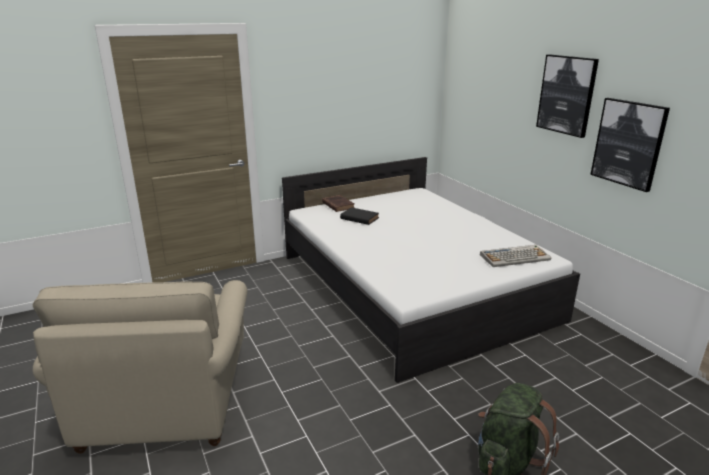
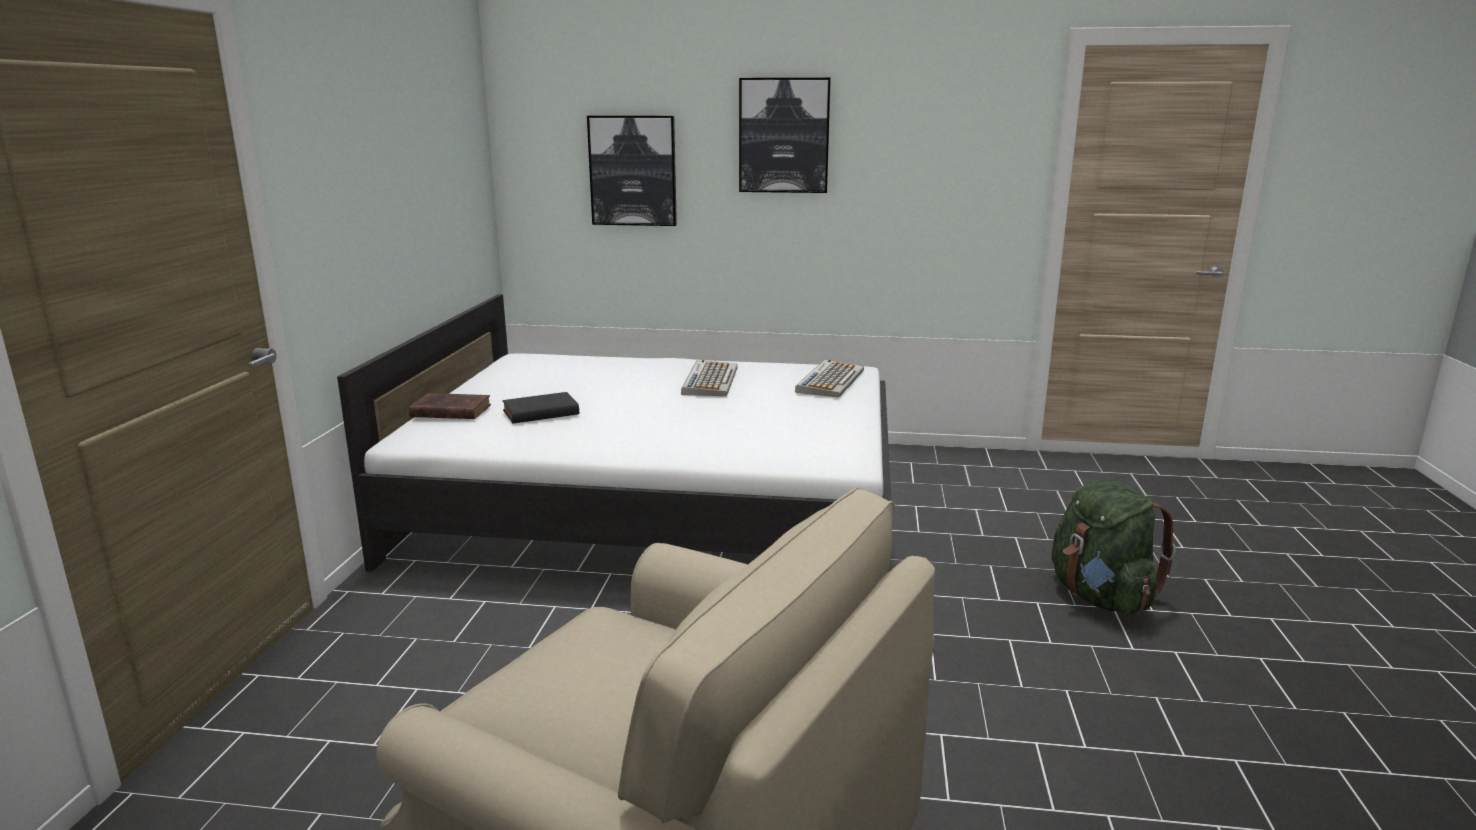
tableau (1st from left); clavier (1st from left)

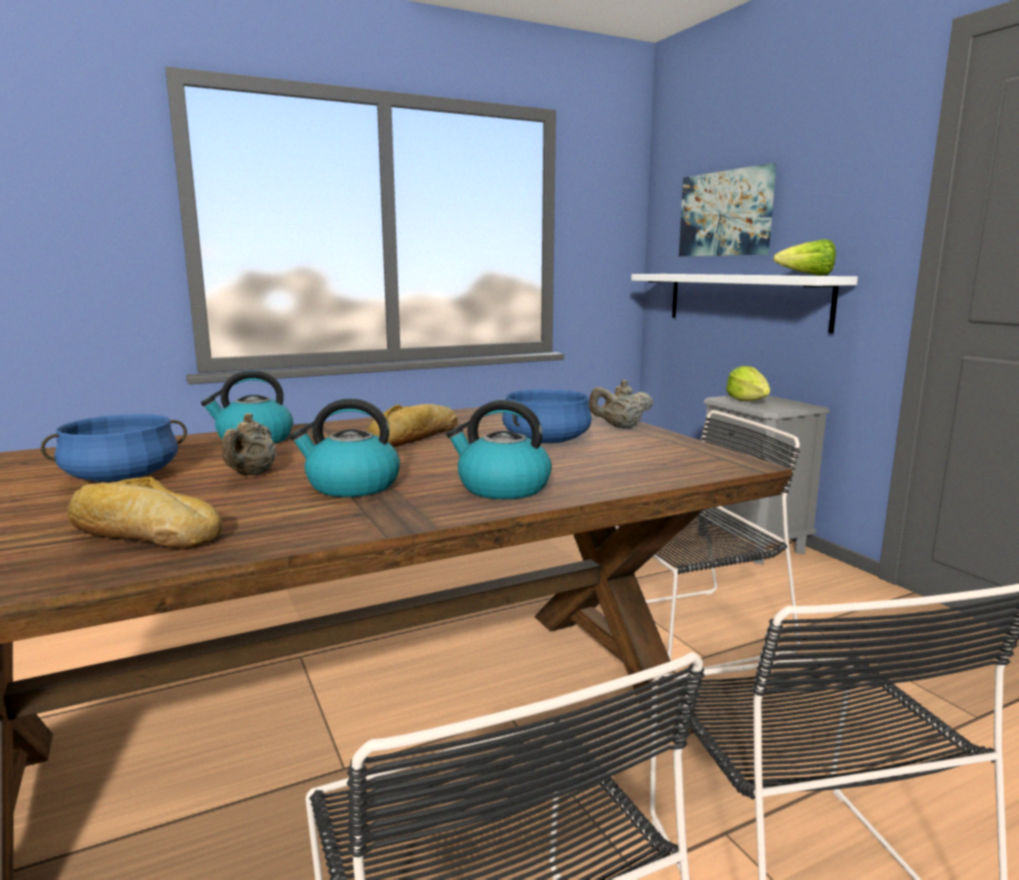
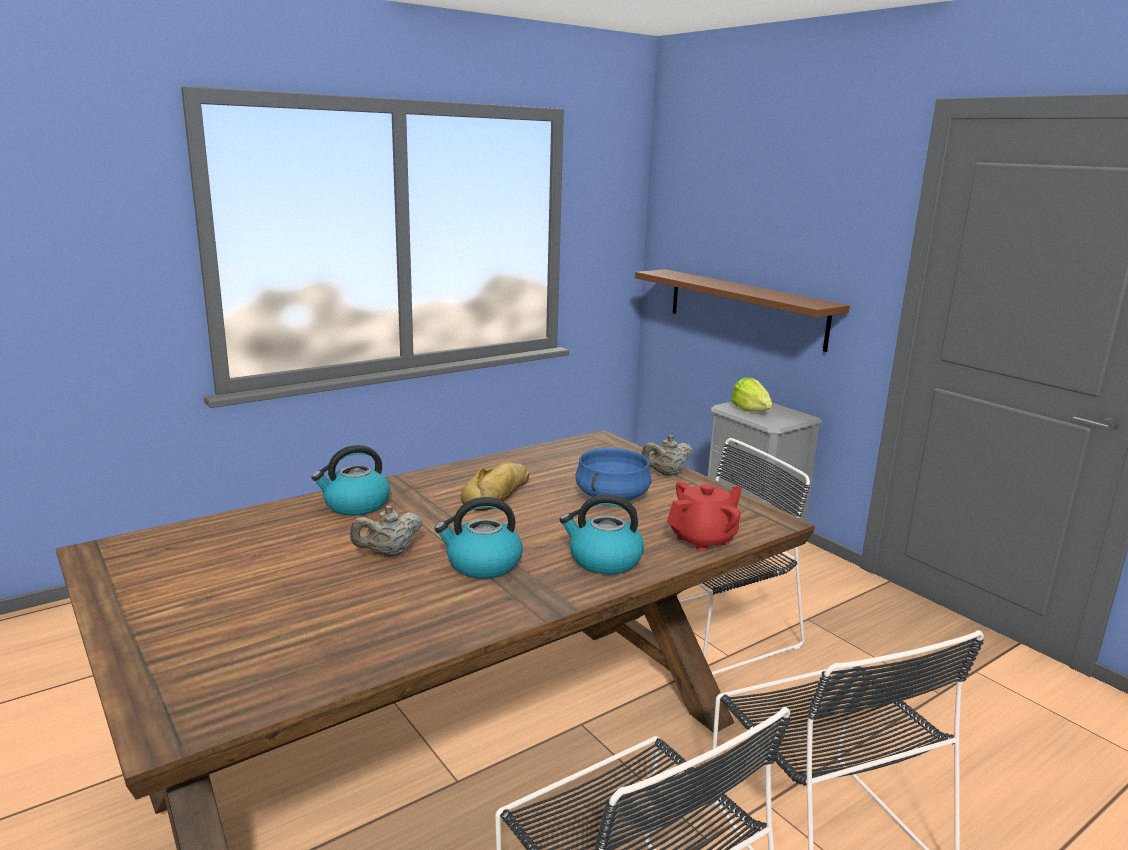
tableau; laitue (2nd from left in the first image); étagère/marron; théière/beige (1st from left); marmite/bleu (1st from left in the first image); pain (1st from left in the first image); théière/rouge

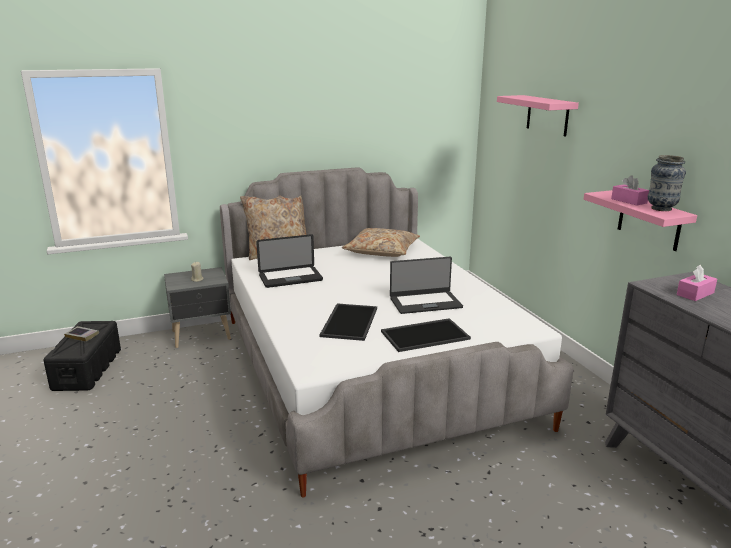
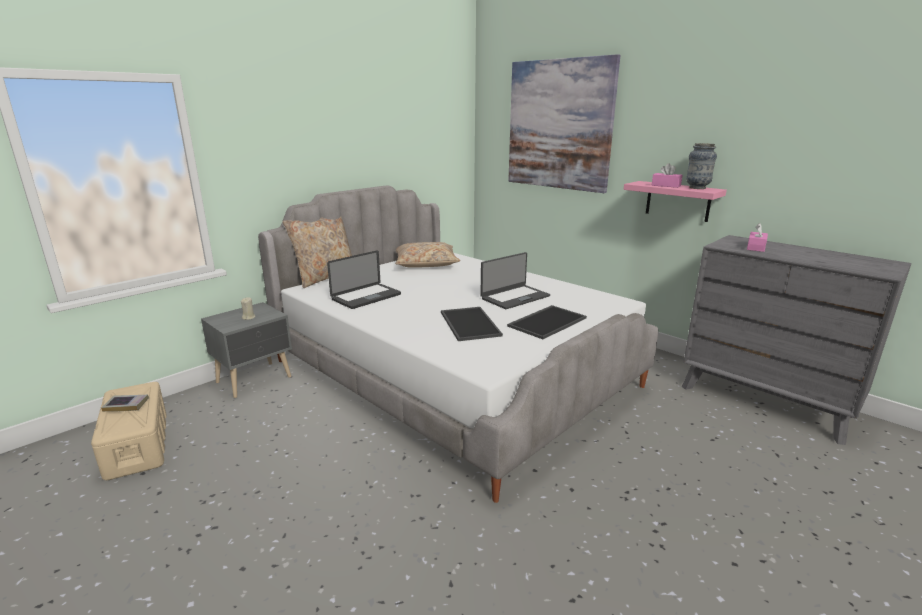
tableau; boîte de rangement/beige

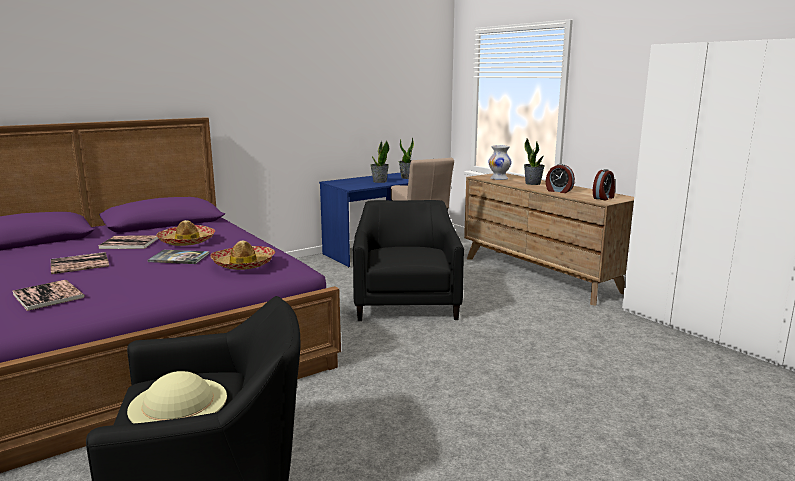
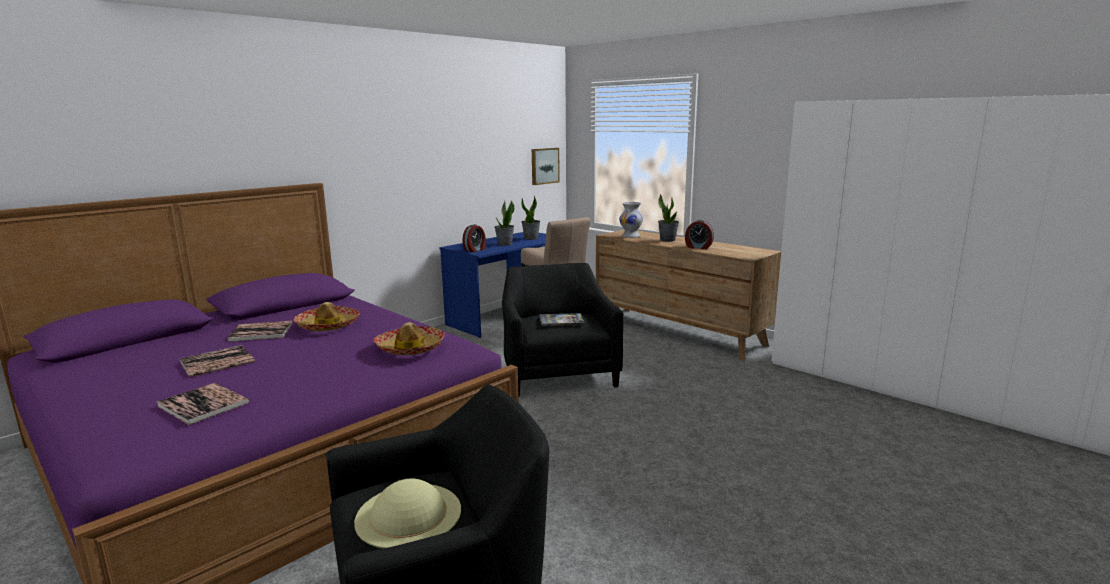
réveil (1st from left); livre (4th from left); tableau

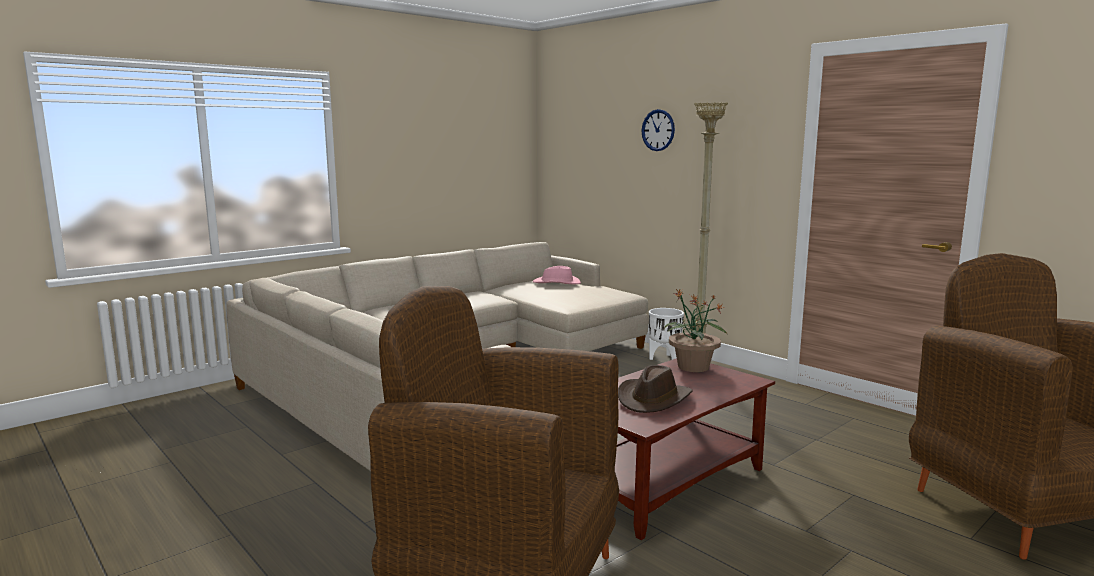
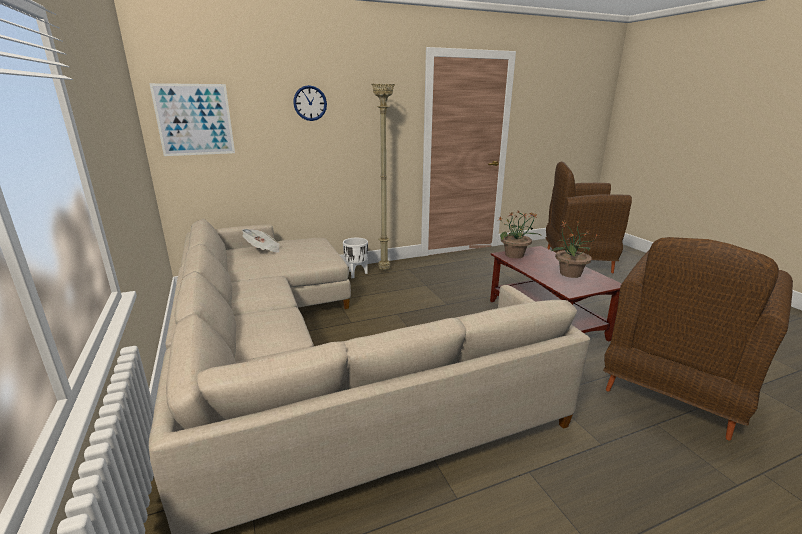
journal; plante en pot (2nd from left); tableau

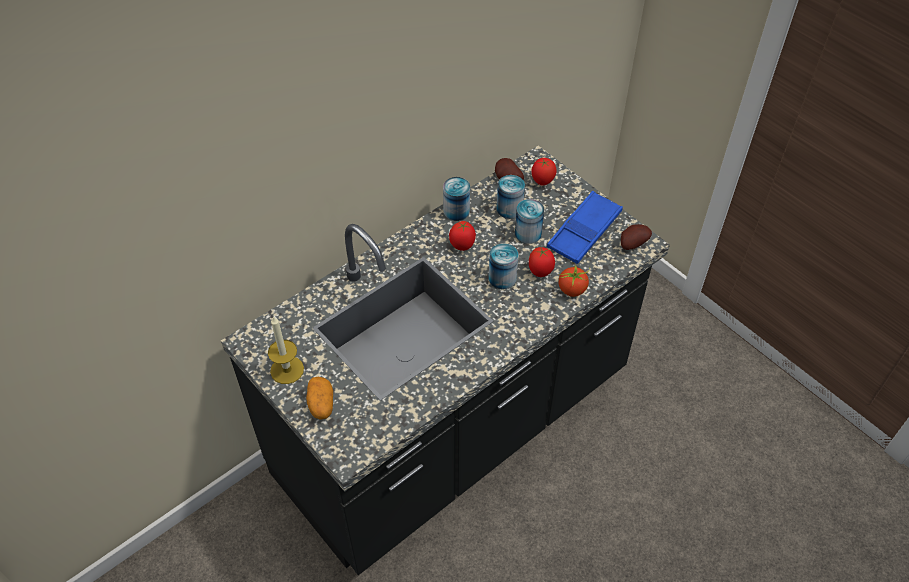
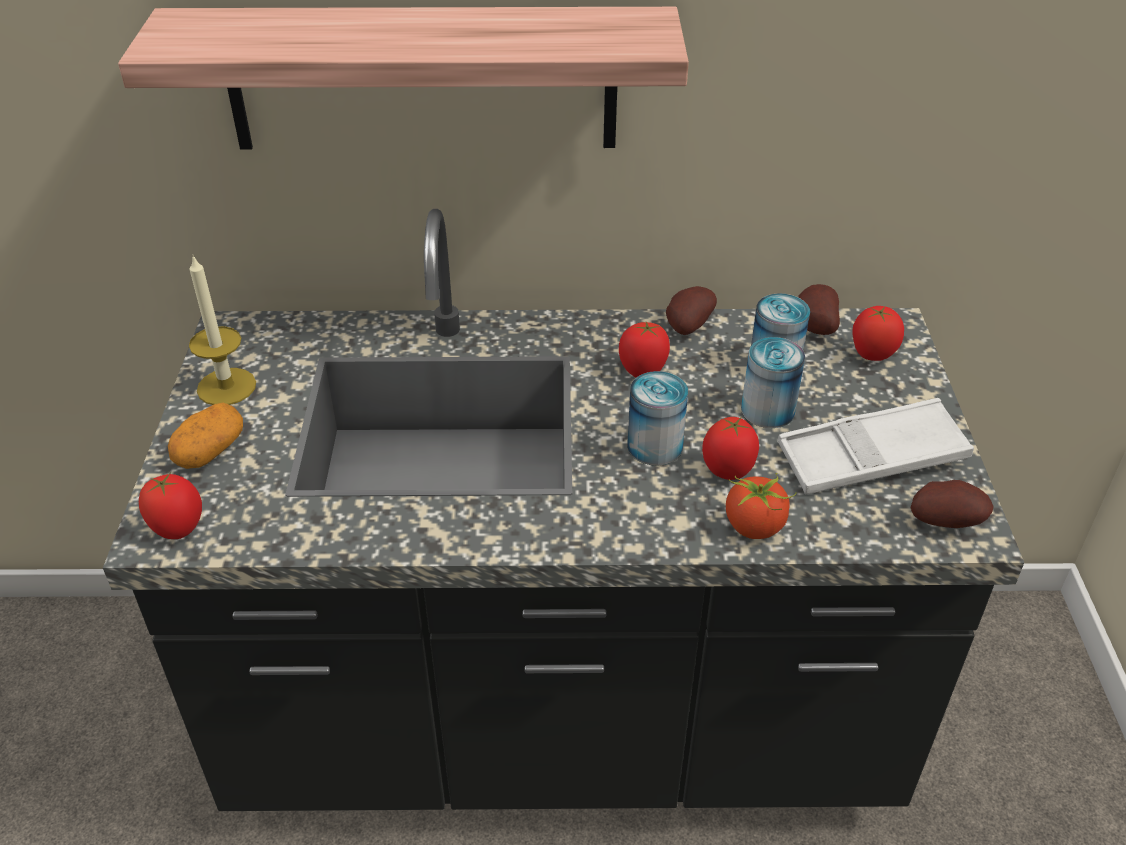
pomme de terre (2nd from left); plateau/blanc; étagère; tomate (1st from left)

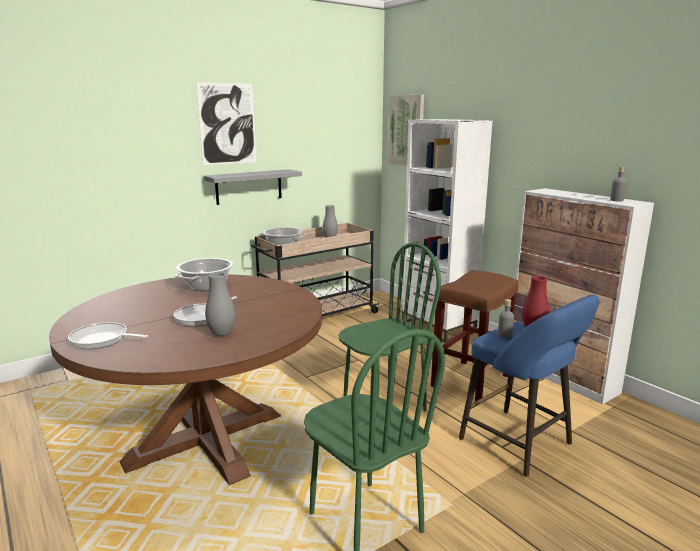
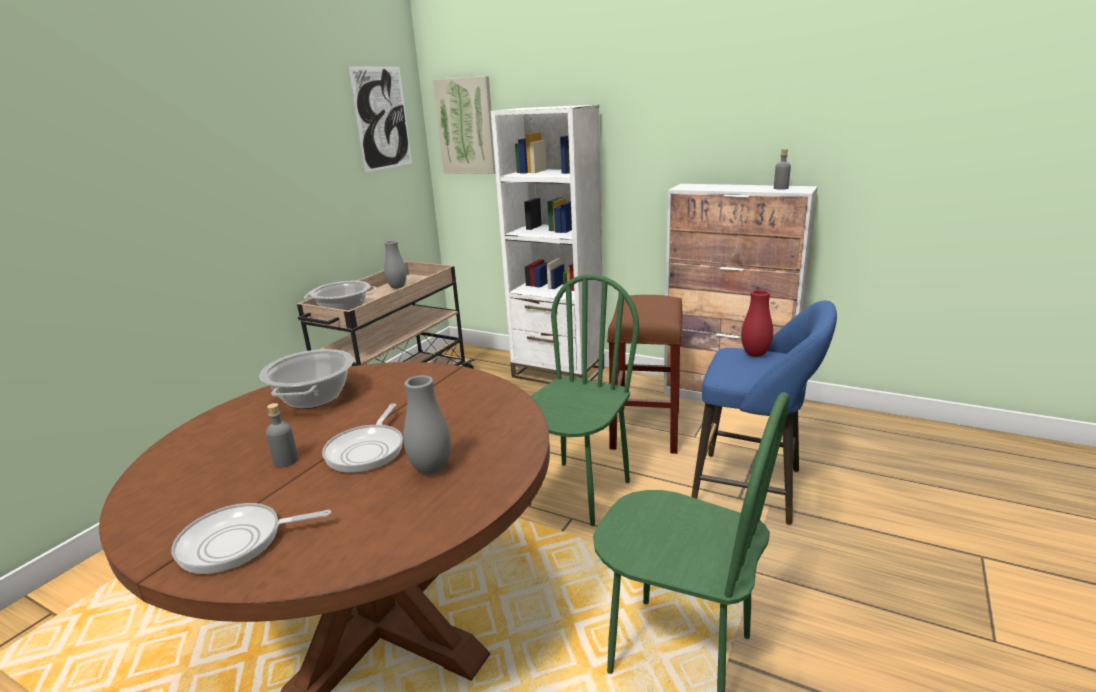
tableau (1st from left); étagère/gris; bouteille/gris (1st from left)

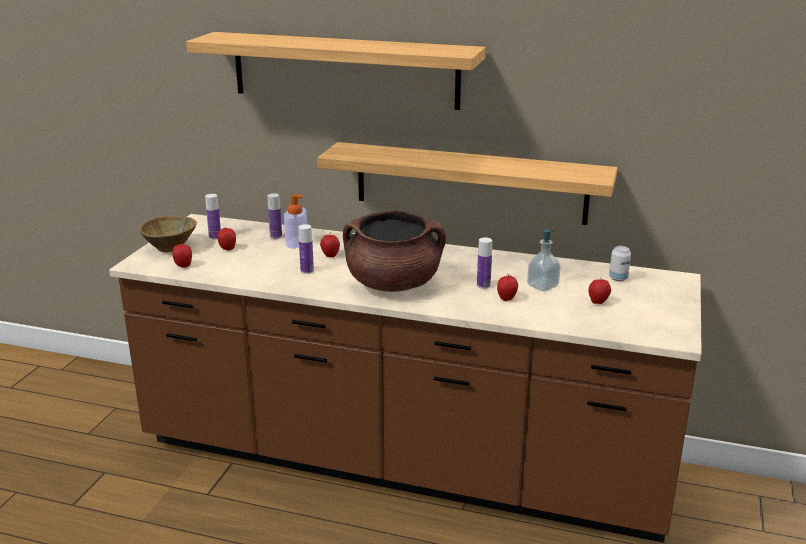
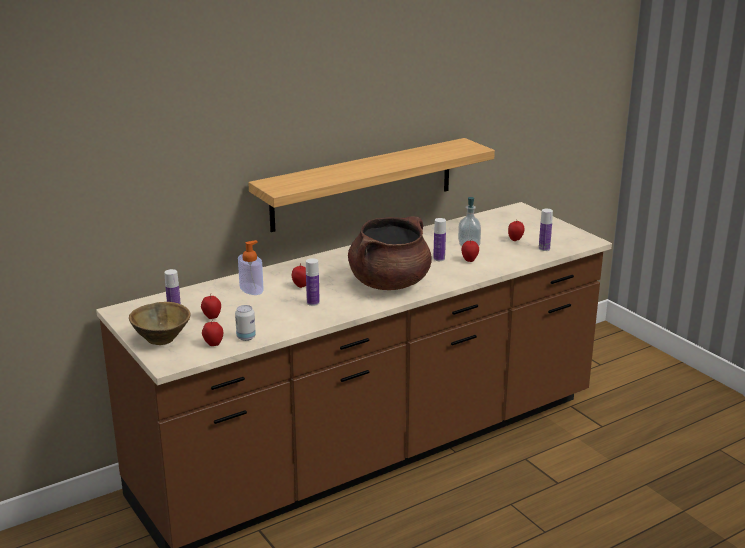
étagère (1st from left in the first image); bouteille (4th from left); boîte métallique

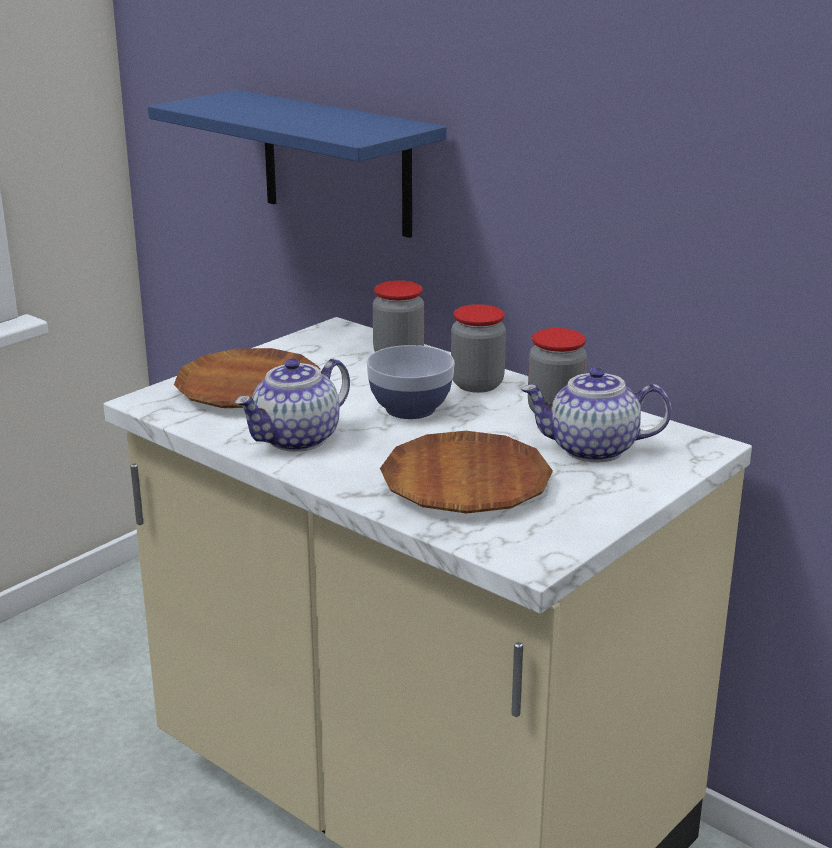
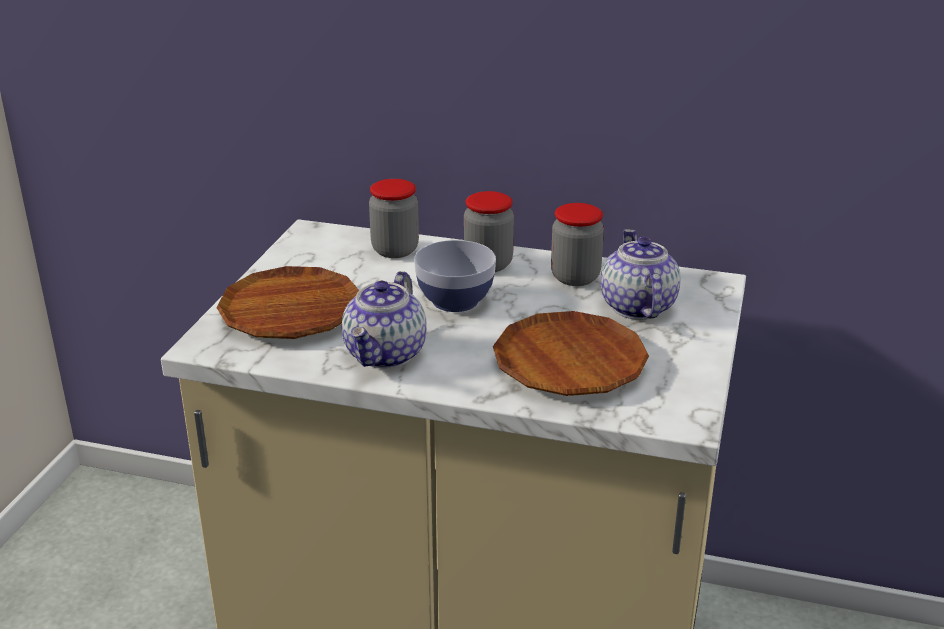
étagère/bleu; théière (2nd from left)

